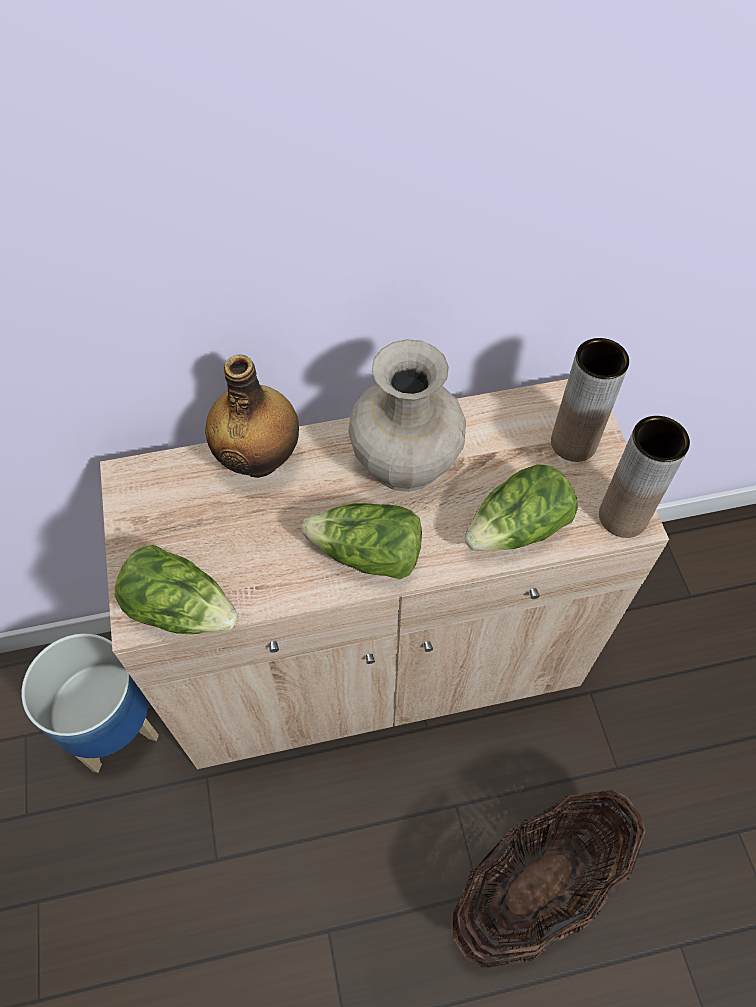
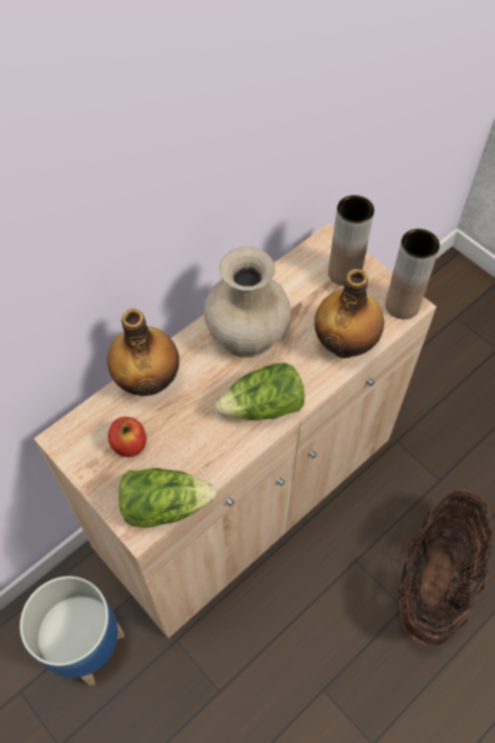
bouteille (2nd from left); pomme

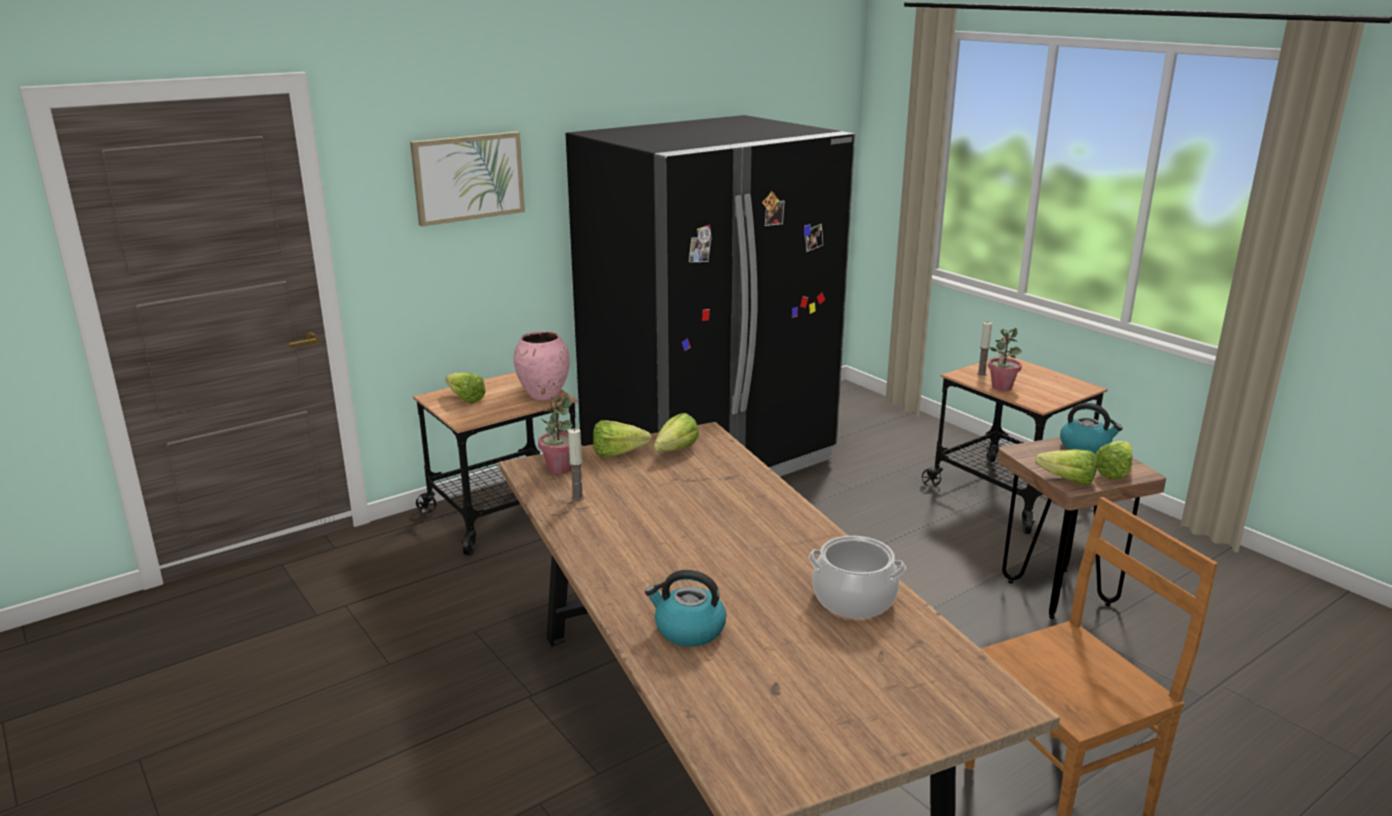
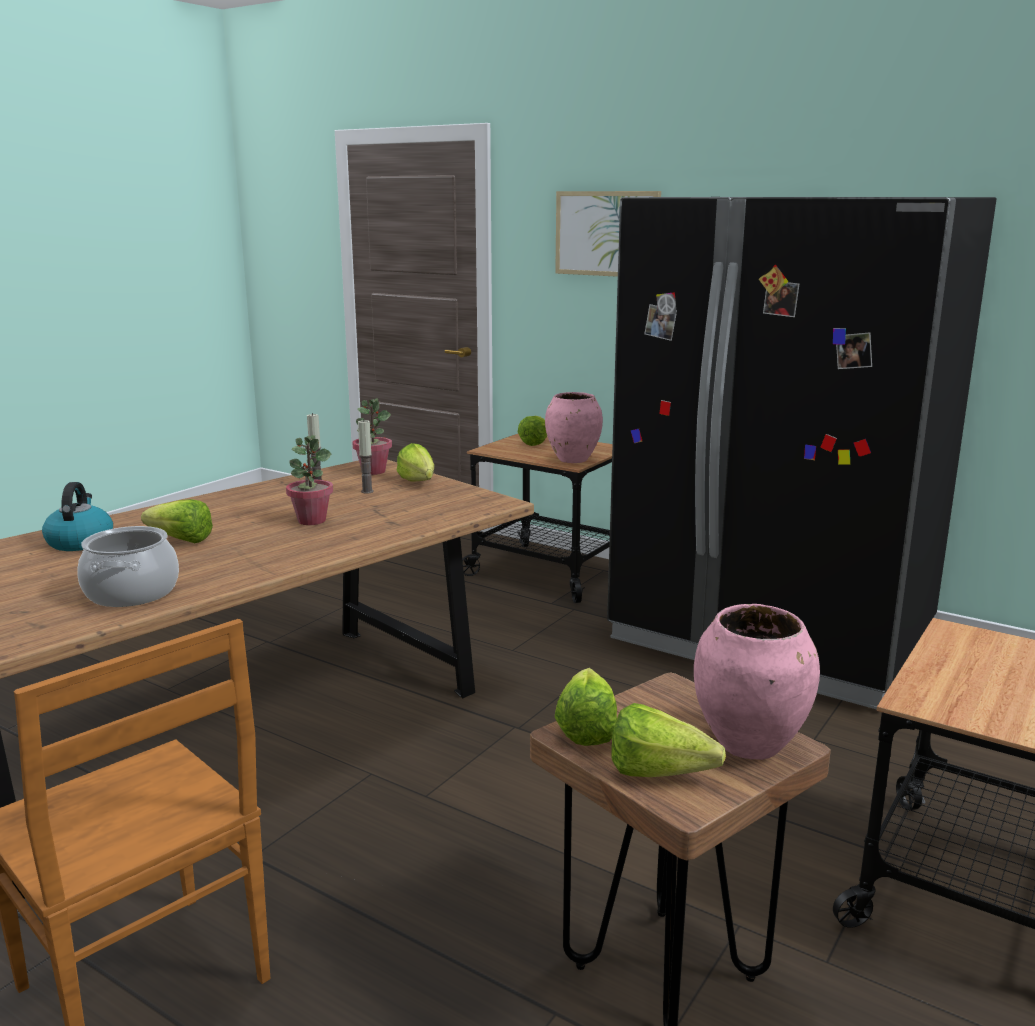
bougie (2nd from left); plante en pot (1st from left); vase/rose (2nd from left); laitue (1st from left)

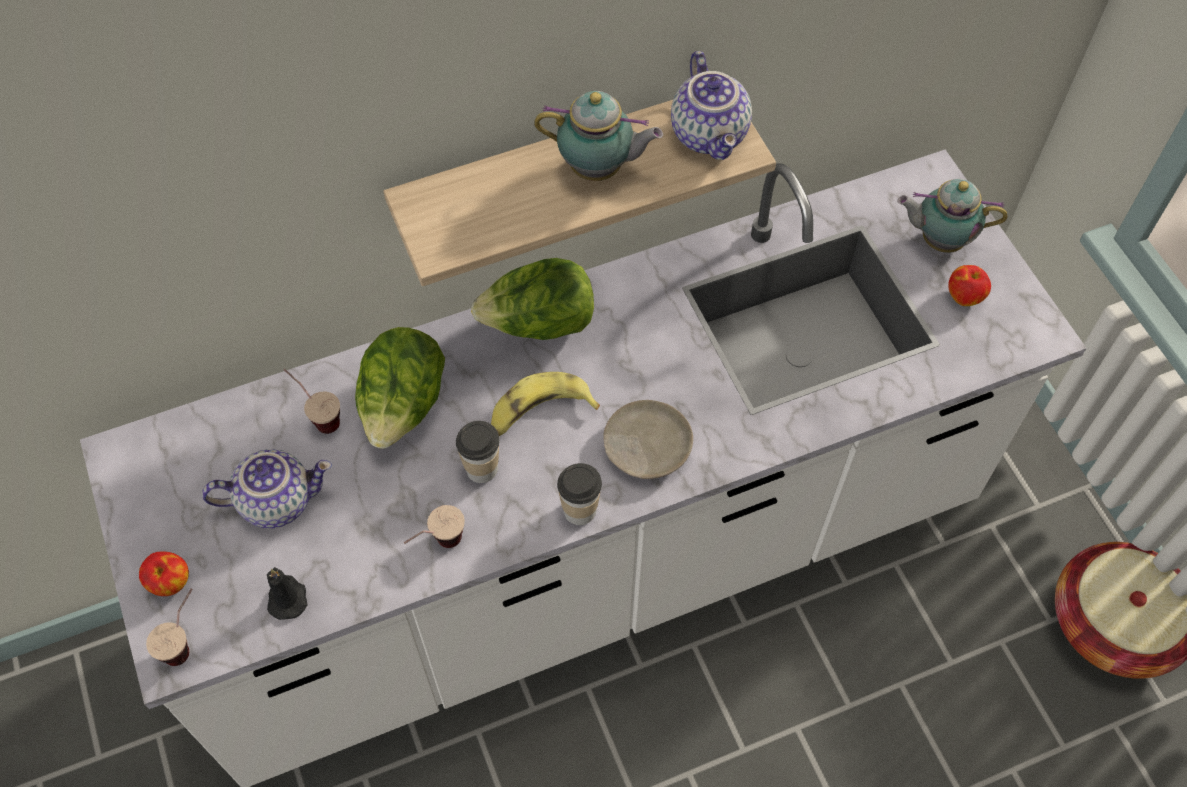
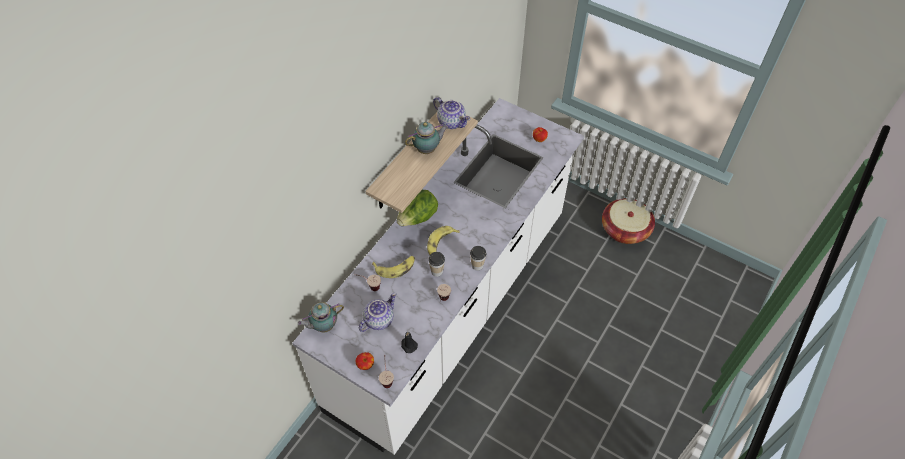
théière (1st from left); banane (1st from left); assiette/beige

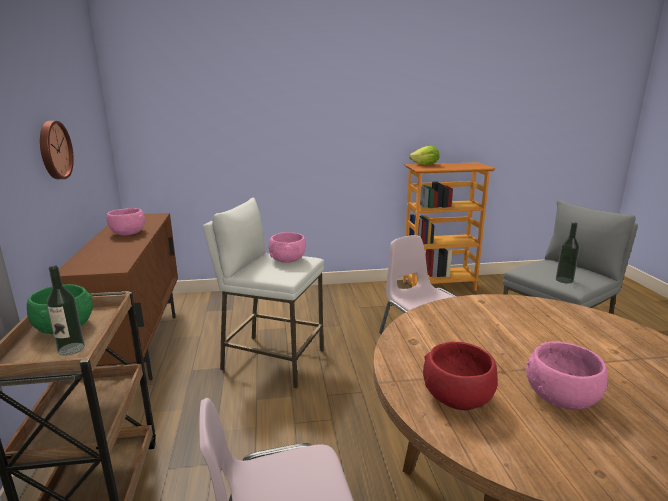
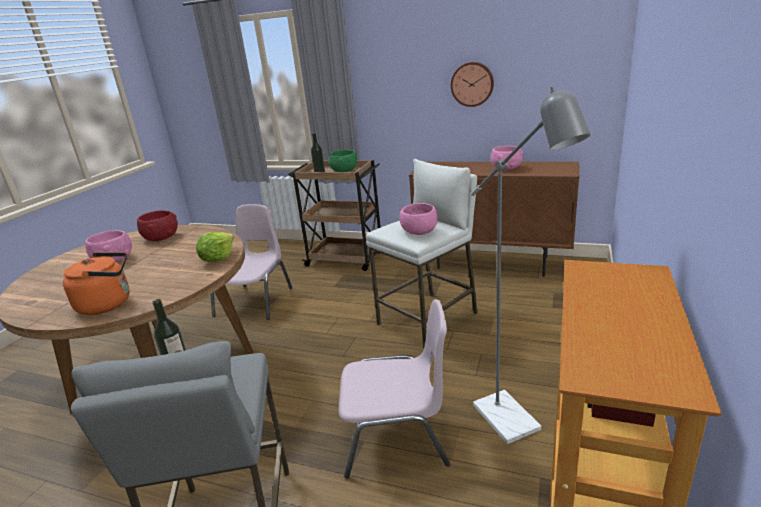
laitue; lampadaire/gris; bouilloire/orange

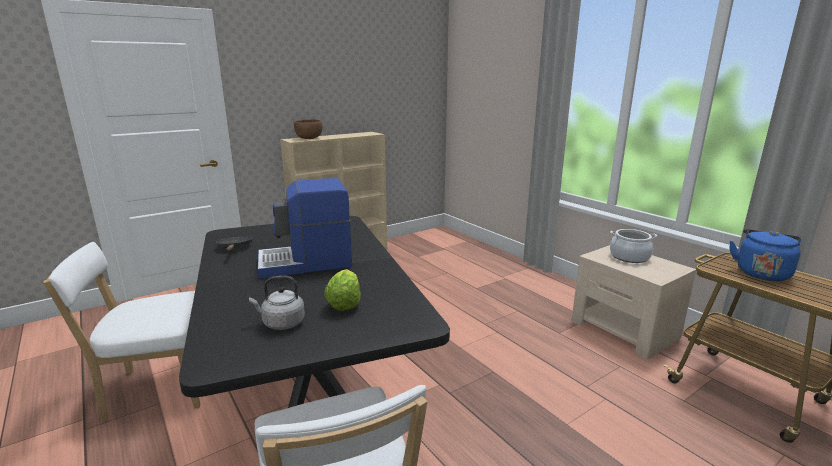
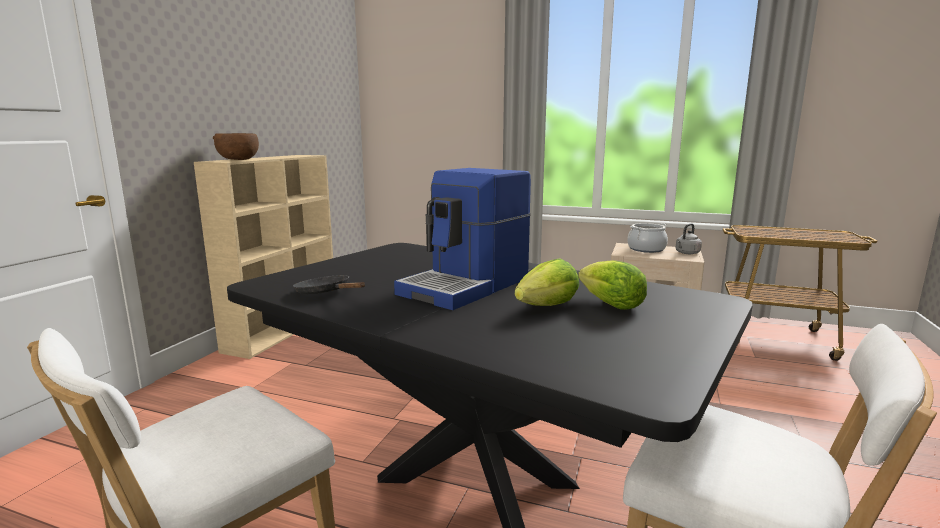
bouilloire/bleu; bouilloire/gris; laitue (1st from left)

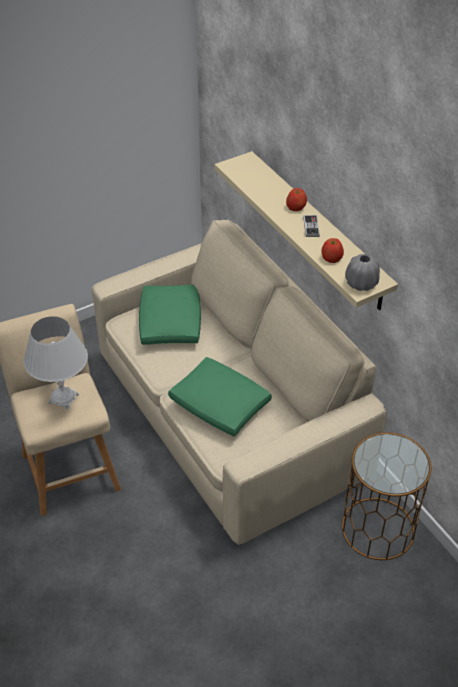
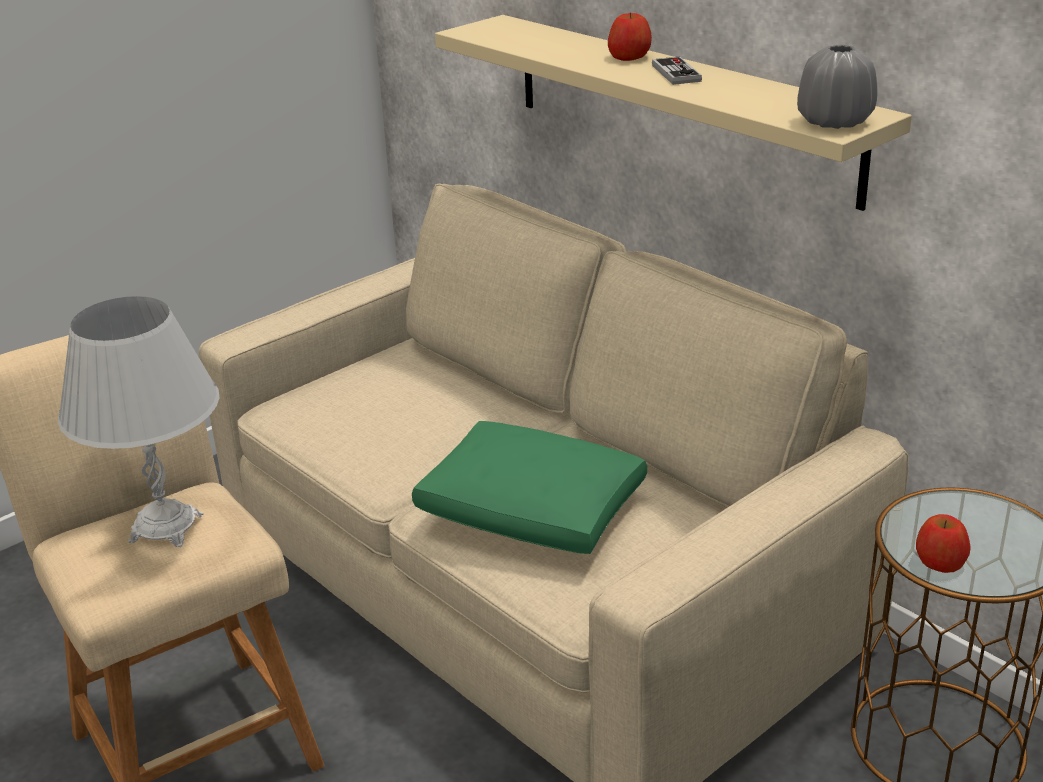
pomme (2nd from left); coussin/vert (1st from left in the first image)

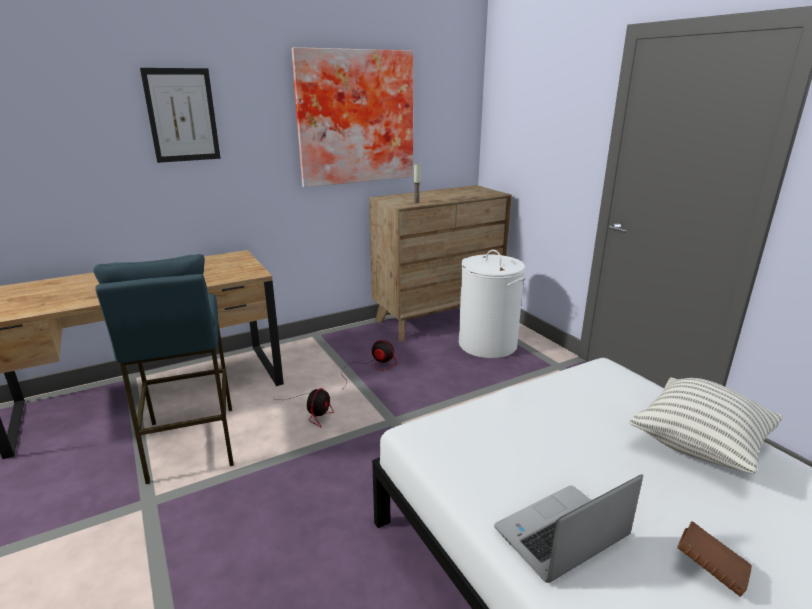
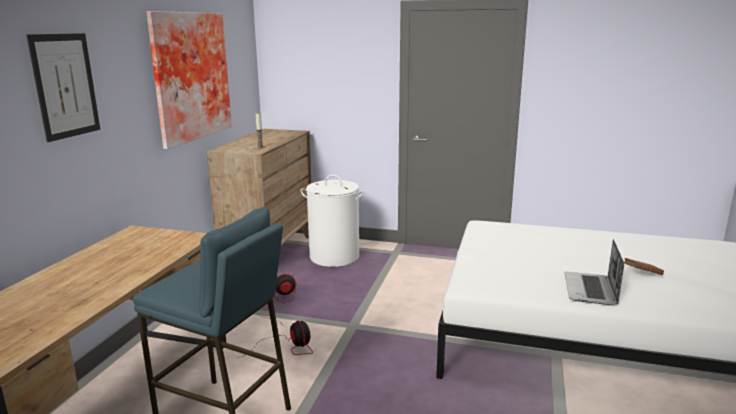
coussin

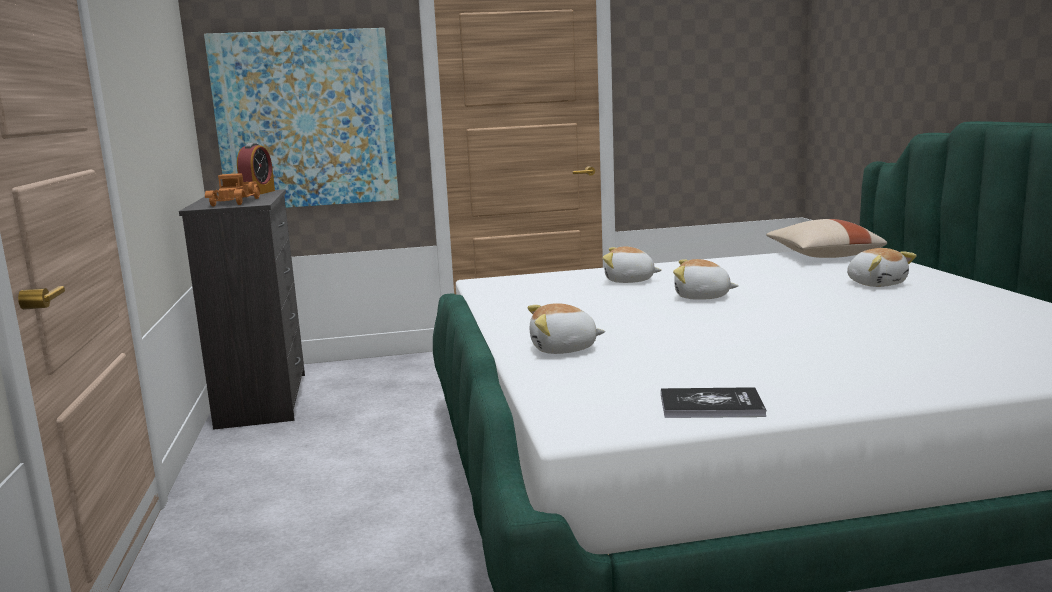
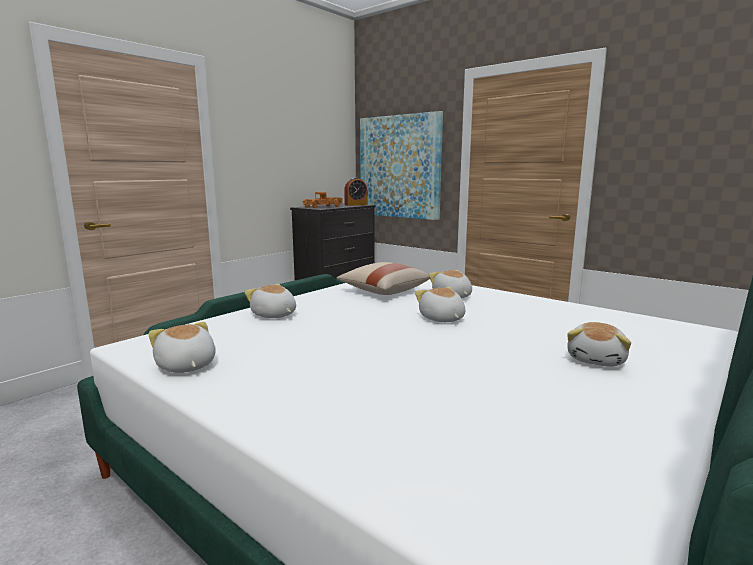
coussin/beige; peluche (1st from left)

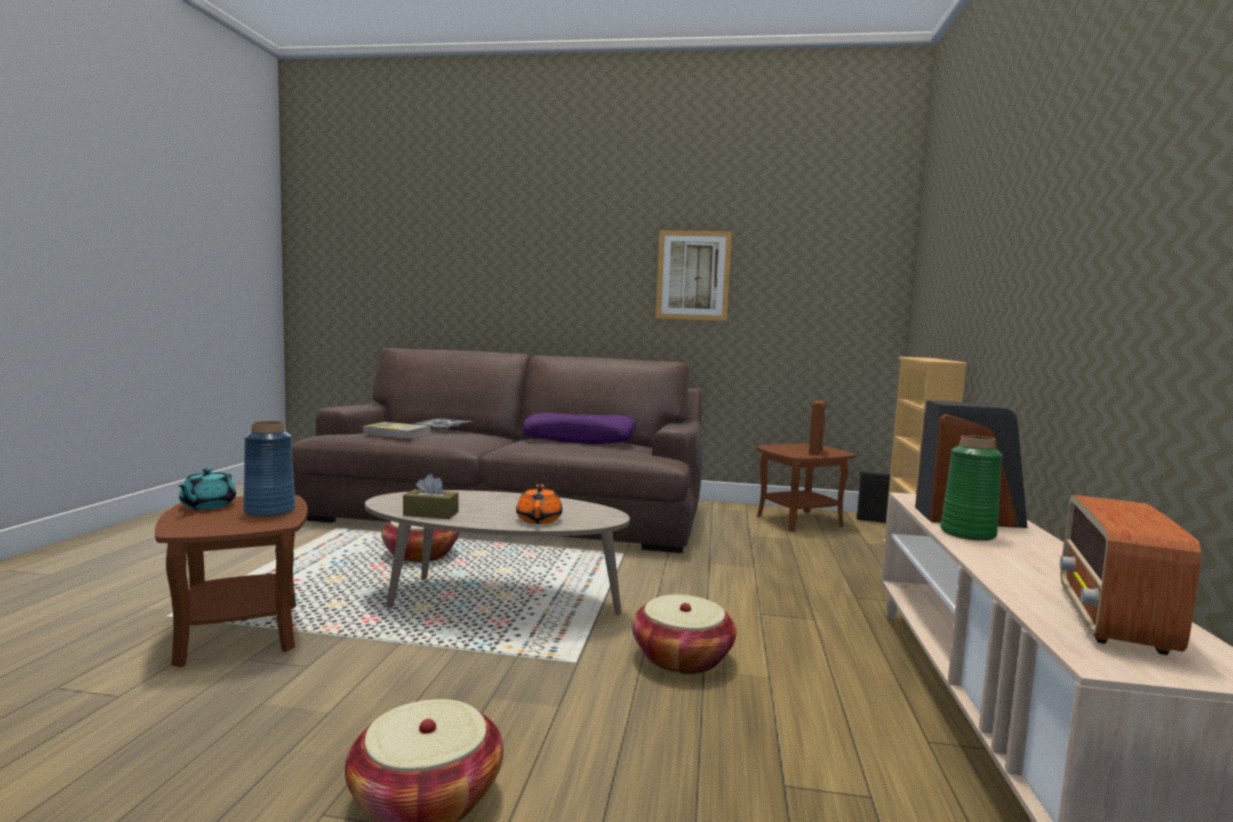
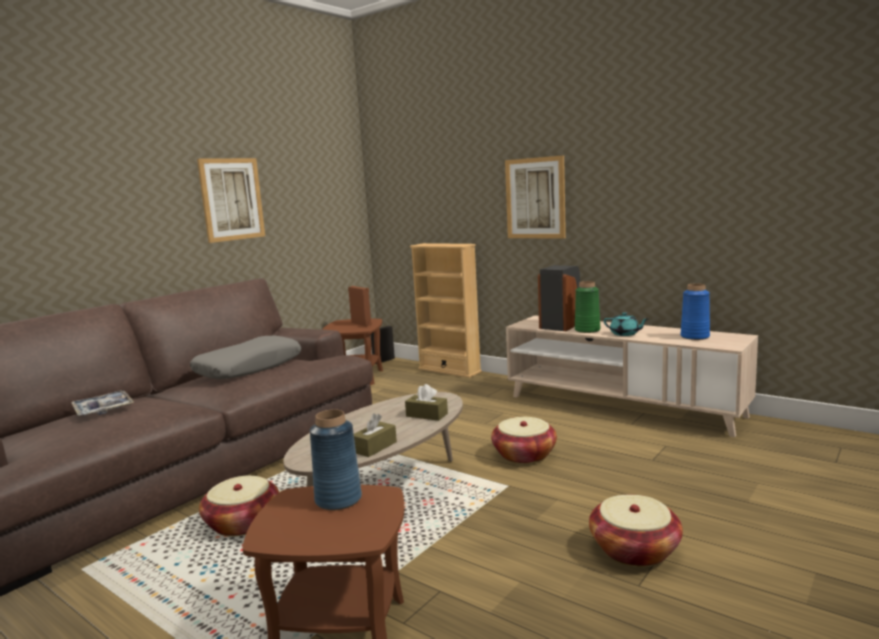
coussin/gris; livre; théière/turquoise; boîte à mouchoirs/marron (2nd from left); vase/bleu (2nd from left); tableau (2nd from left)

